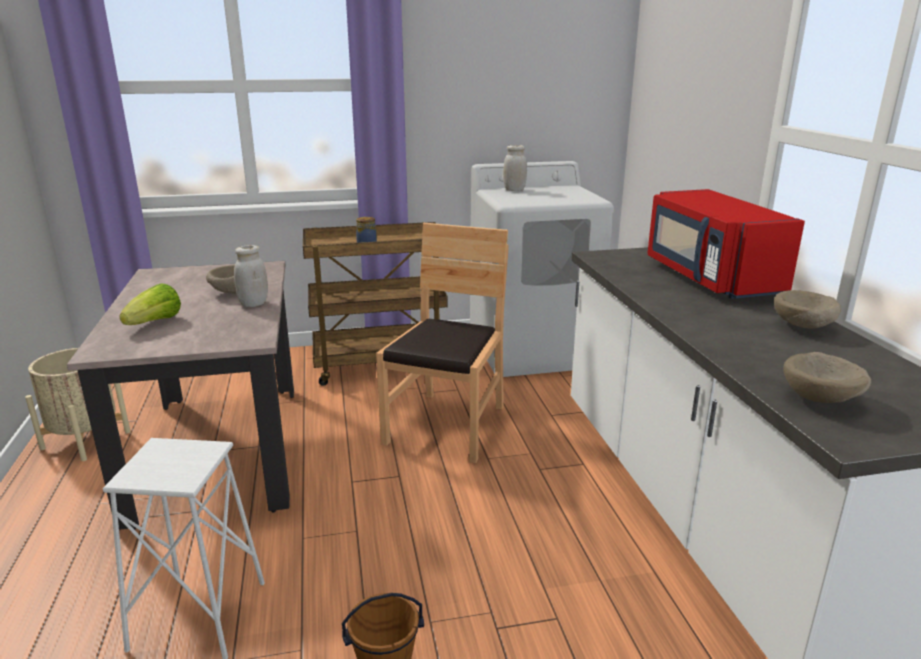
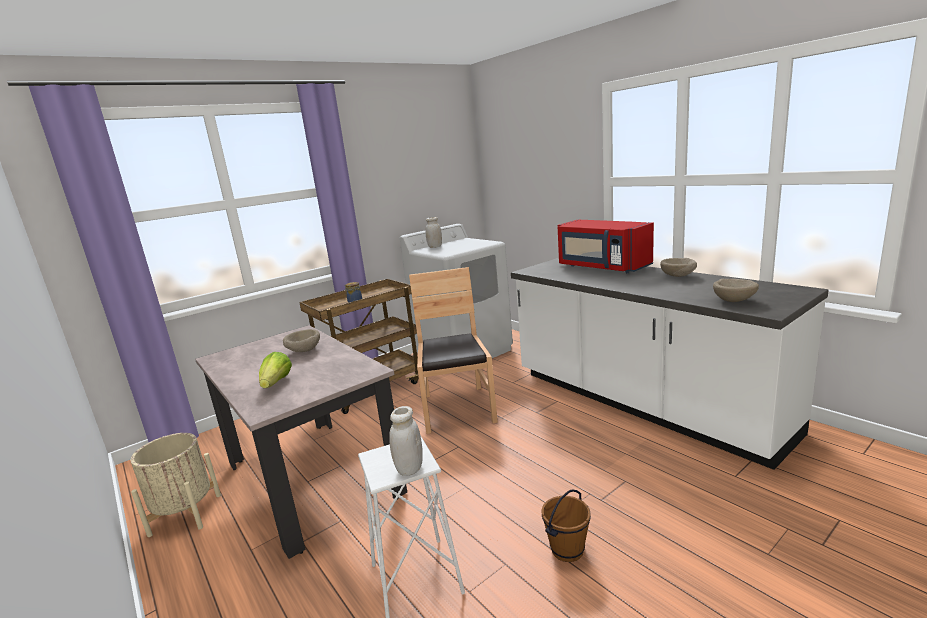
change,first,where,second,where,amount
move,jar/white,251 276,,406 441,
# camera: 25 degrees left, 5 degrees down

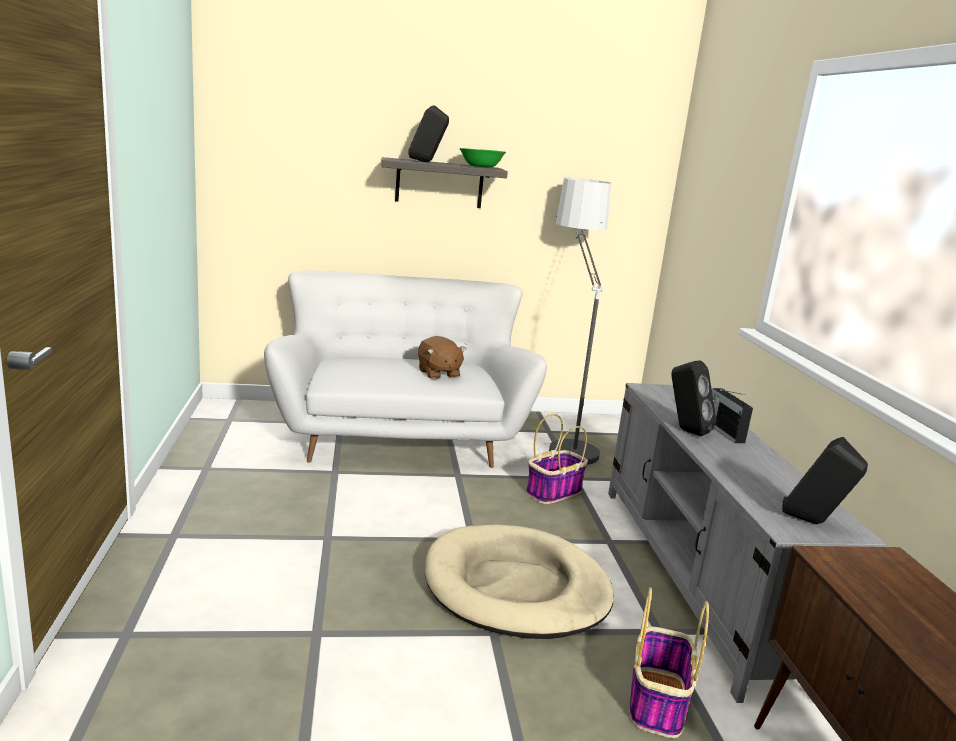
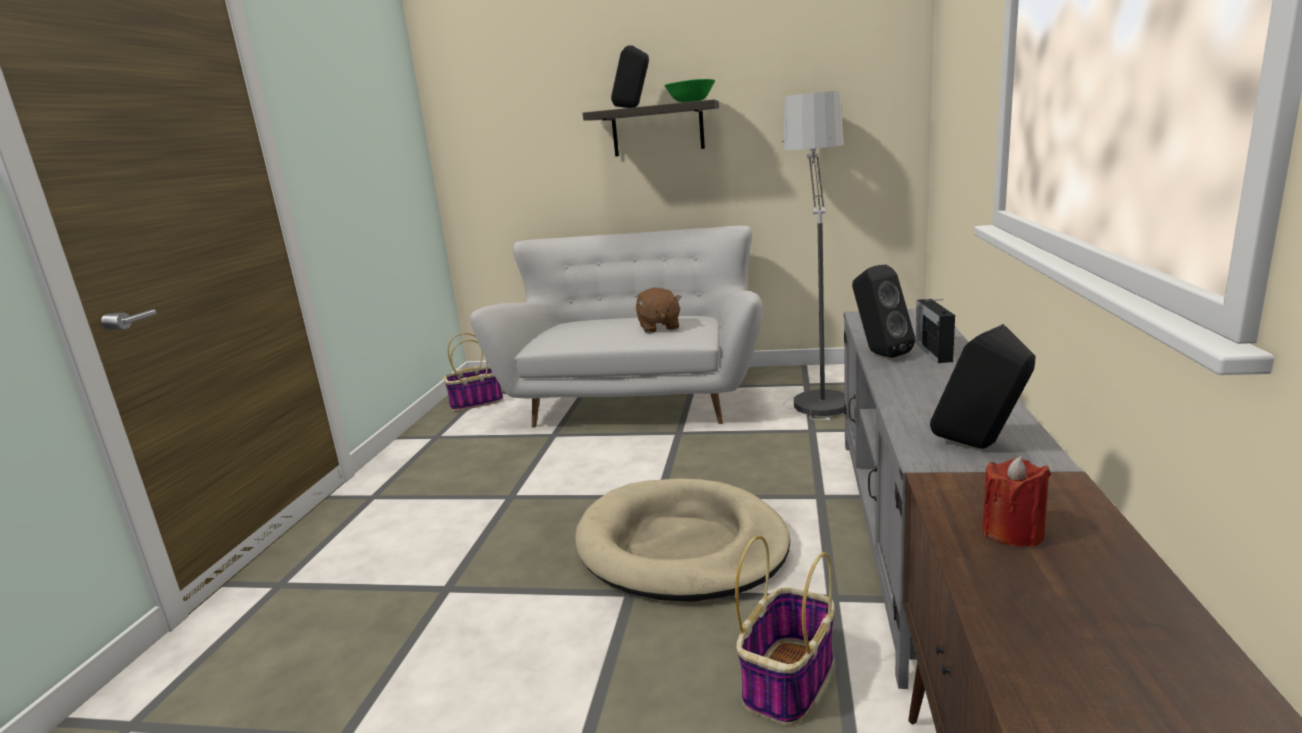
change,first,where,second,where,amount
insert,,,candle/red,1016 501,
move,basket,557 459,,473 372,
# camera: 20 degrees right, 0 degrees up

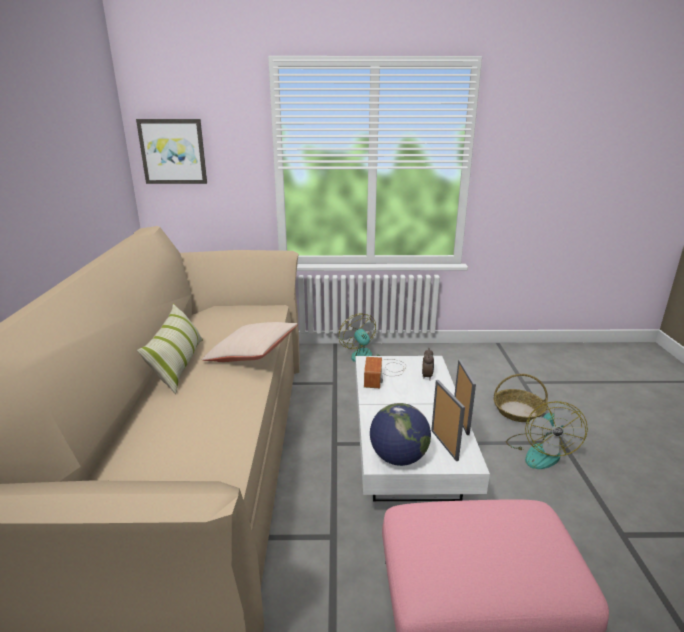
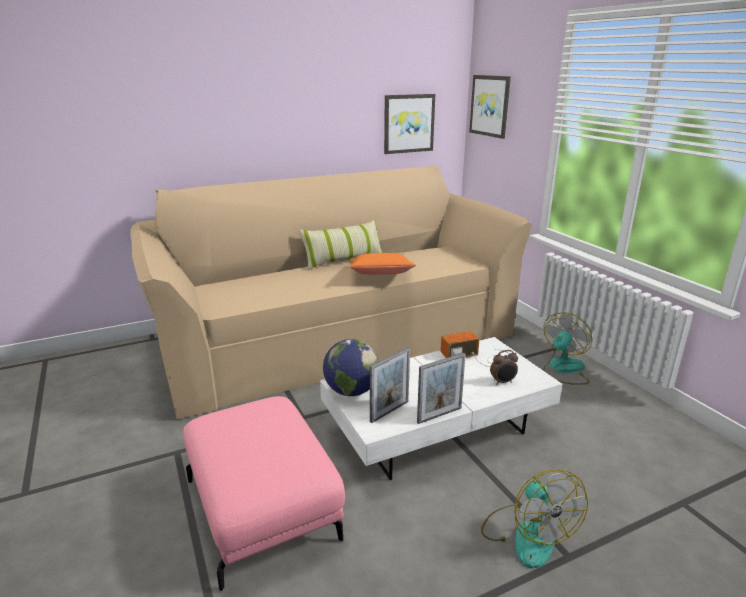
change,first,where,second,where,amount
delete,basket,520 398,,,
insert,,,picture,409 124,
recolor,pillow/beige,250 342,pillow/orange,383 264,
rotate,fan,547 435,,534 519,90 degrees counterclockwise
# camera: 65 degrees right, 0 degrees up

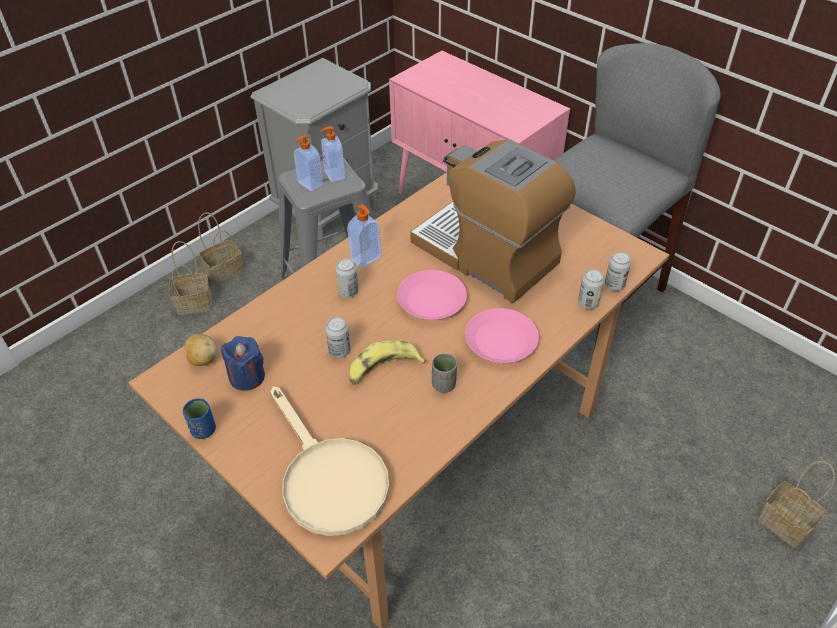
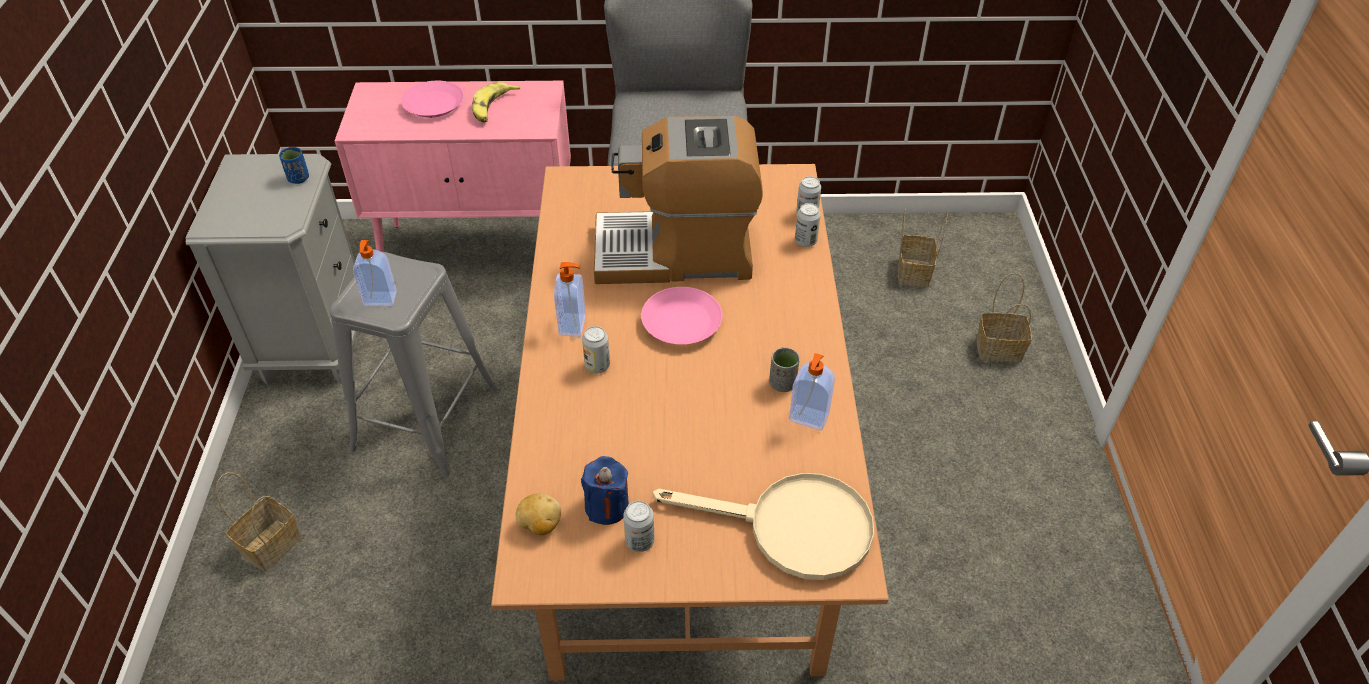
change,first,where,second,where,amount
move,cup/blue,199 418,,294 165,
move,basket,221 249,,922 248,
move,soap dispenser,333 154,,812 391,
move,can,337 337,,638 526,
move,banana,387 362,,496 102,
move,plate/pink,502 335,,432 99,
# camera: 45 degrees left, 0 degrees up

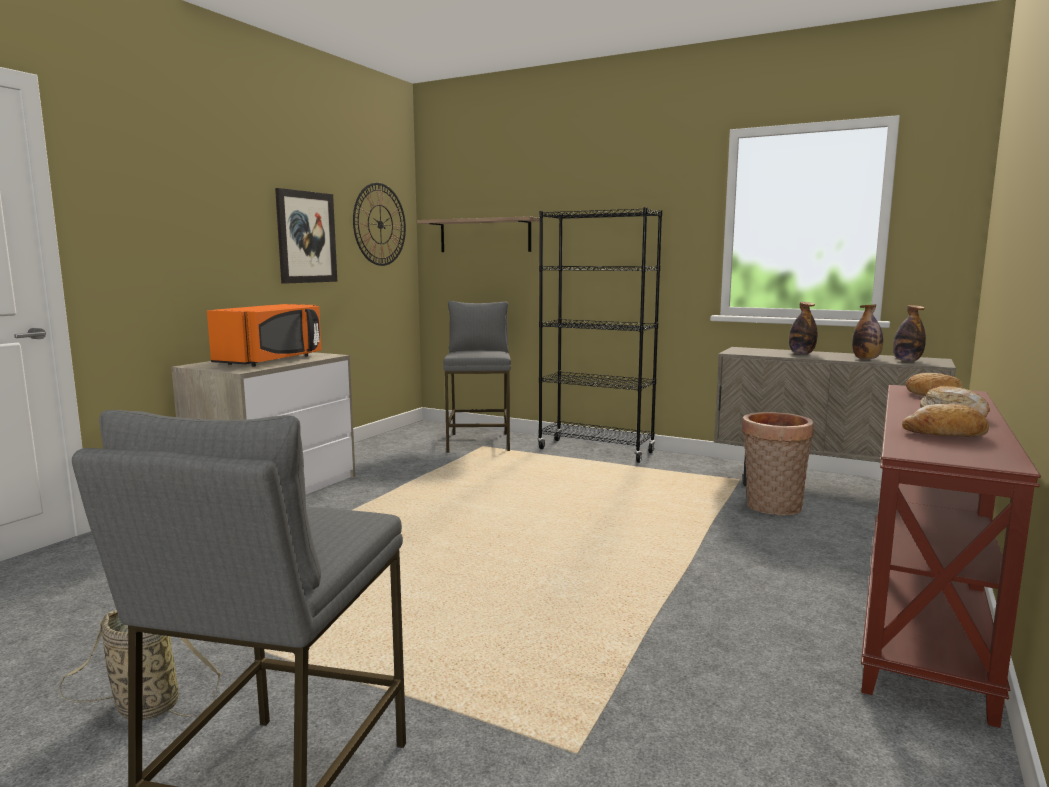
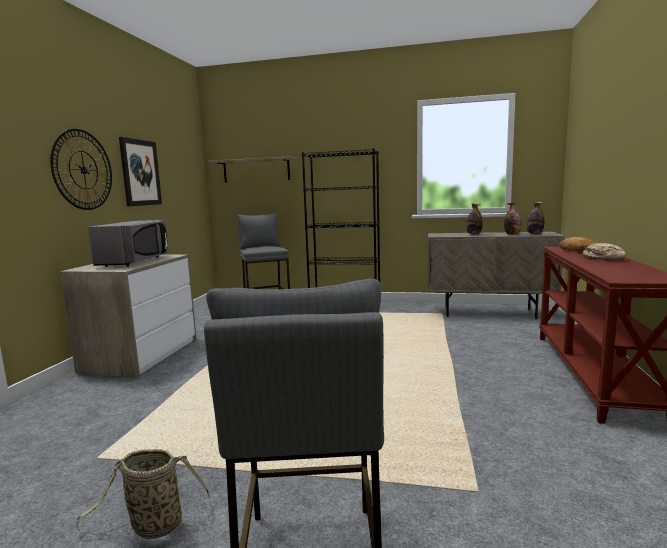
change,first,where,second,where,amount
delete,basket,778 464,,,
delete,bread,945 420,,,
move,wall clock,379 224,,81 169,
recolor,microwave/orange,264 335,microwave/grey,128 243,
# camera: 15 degrees left, 0 degrees up

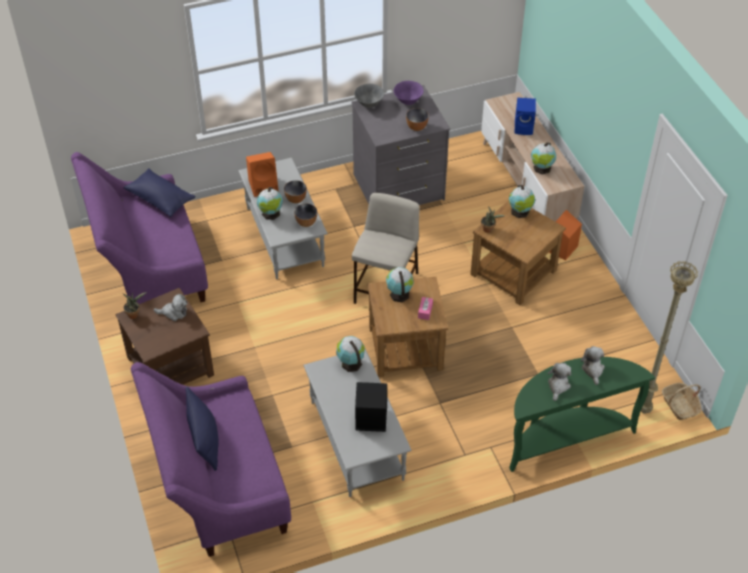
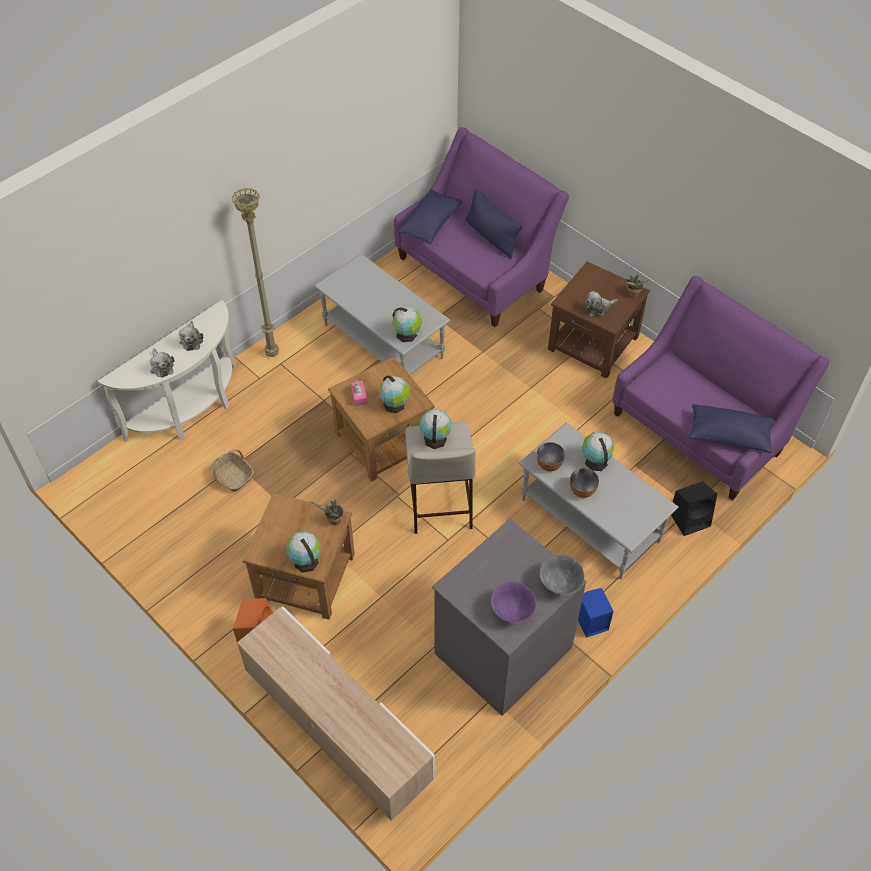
change,first,where,second,where,amount
delete,speaker/orange,262 174,,,
delete,bowl,417 119,,,
insert,,,pillow/blue,430 216,
move,speaker/black,371 407,,694 508,
move,speaker/blue,525 116,,596 613,
move,globe,543 158,,435 429,
move,floor lamp/beige,669 337,,255 272,
move,basket,682 401,,231 470,
recolor,console table/green,582 414,console table/white,167 371,
# camera: 155 degrees right, 5 degrees up

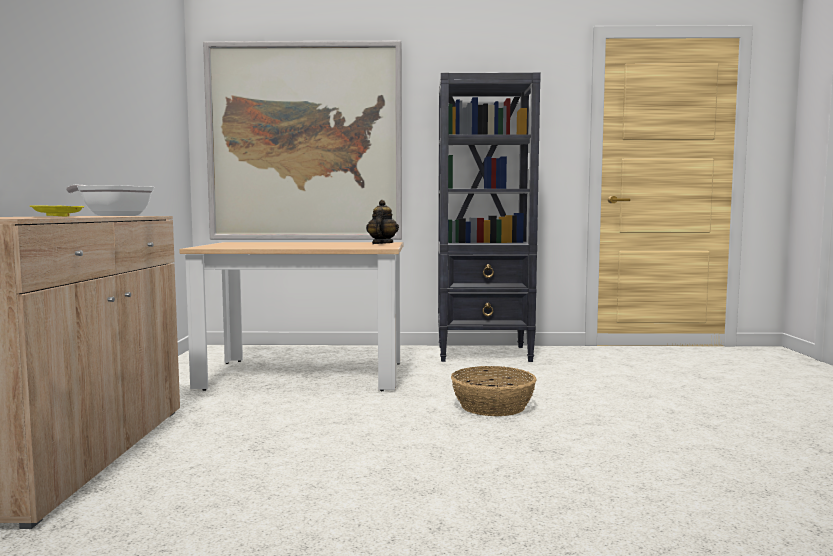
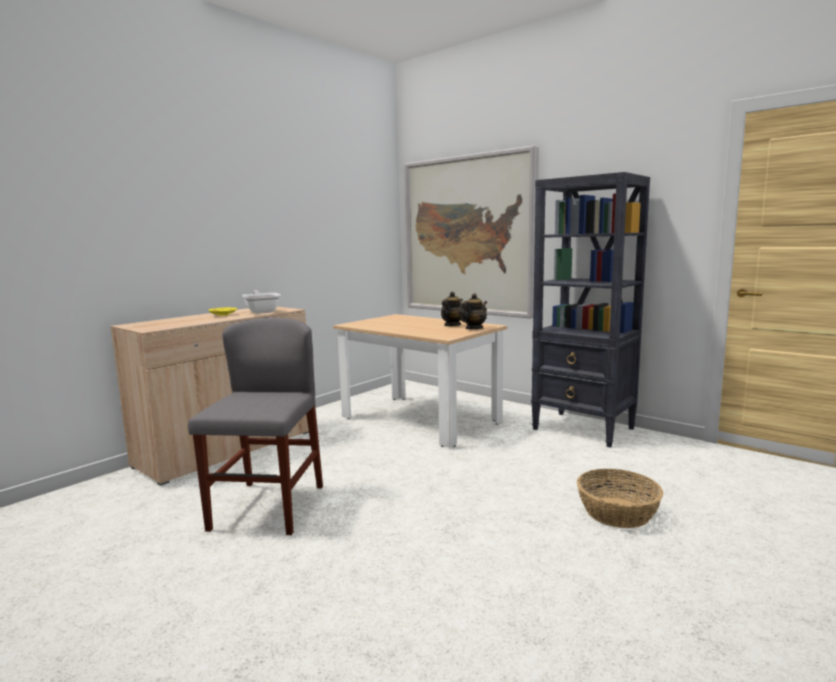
change,first,where,second,where,amount
insert,,,chair/grey,255 426,
insert,,,teapot,452 309,
move,basket,494 391,,620 498,
# camera: 40 degrees right, 5 degrees up

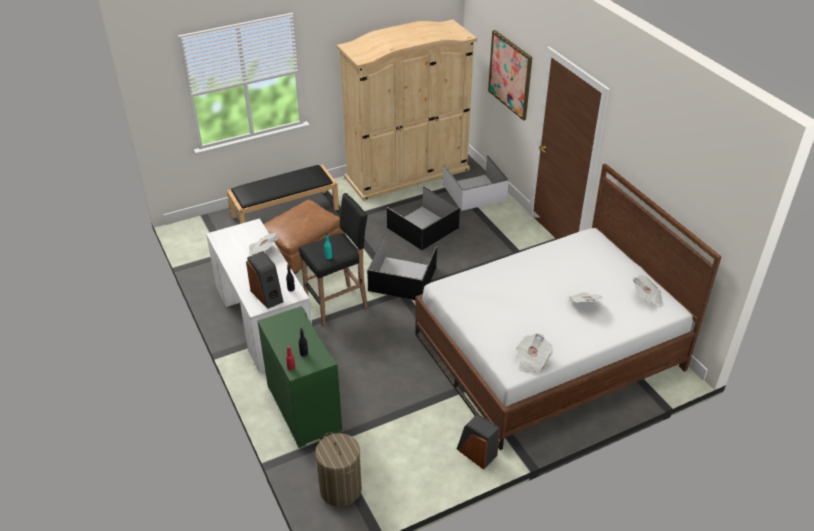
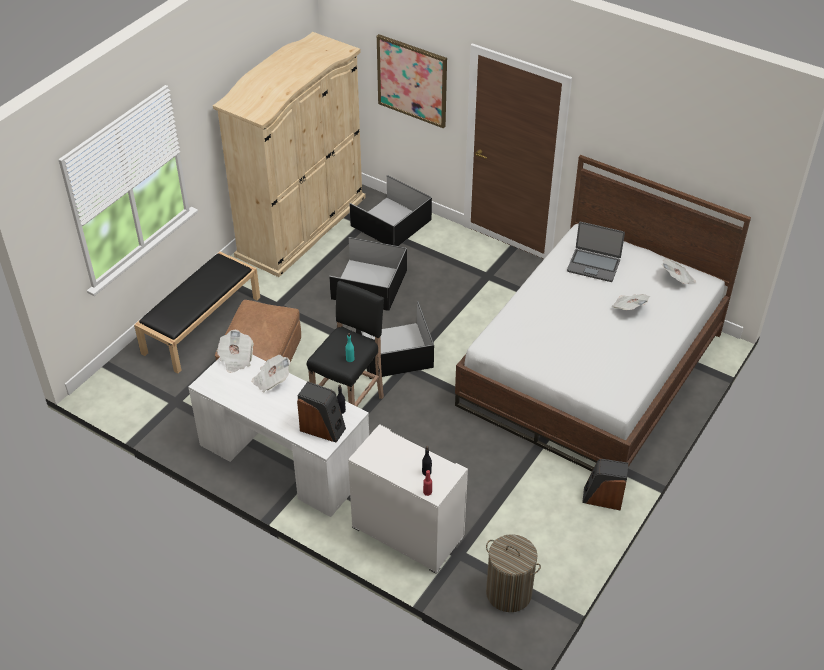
change,first,where,second,where,amount
insert,,,laptop,596 252,
move,newspaper,534 352,,235 351,
recolor,dresser/green,300 377,dresser/white,408 499,
recolor,storage box/white,476 183,storage box/black,390 210,
# camera: 30 degrees left, 5 degrees up

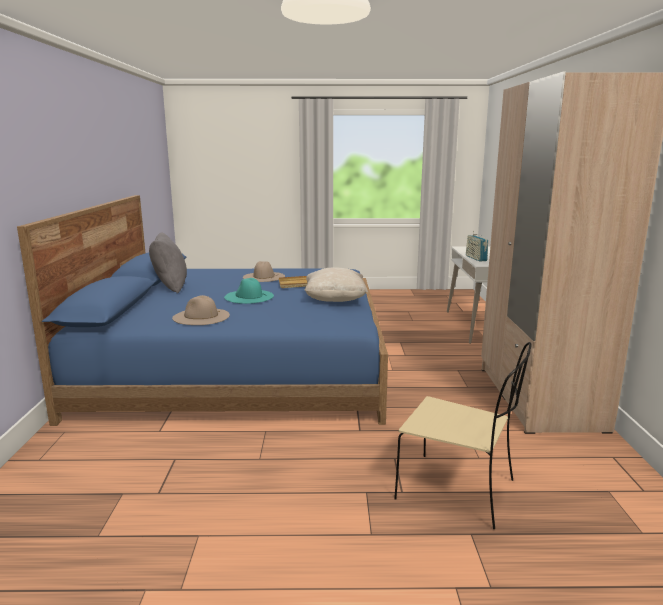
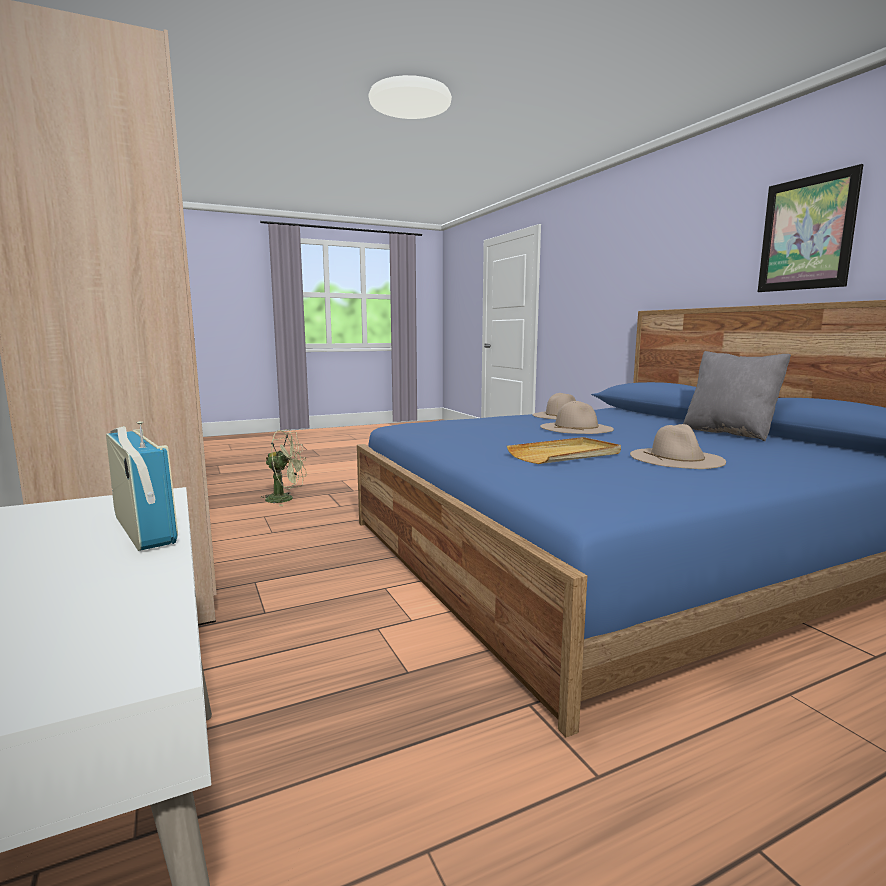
change,first,where,second,where,amount
delete,pillow/beige,336 285,,,
insert,,,picture,810 228,
replace,chair/beige,463 435,fan/green,283 467,
recolor,hat/turquoise,249 291,hat/beige,577 417,
# camera: 155 degrees right, 5 degrees down

